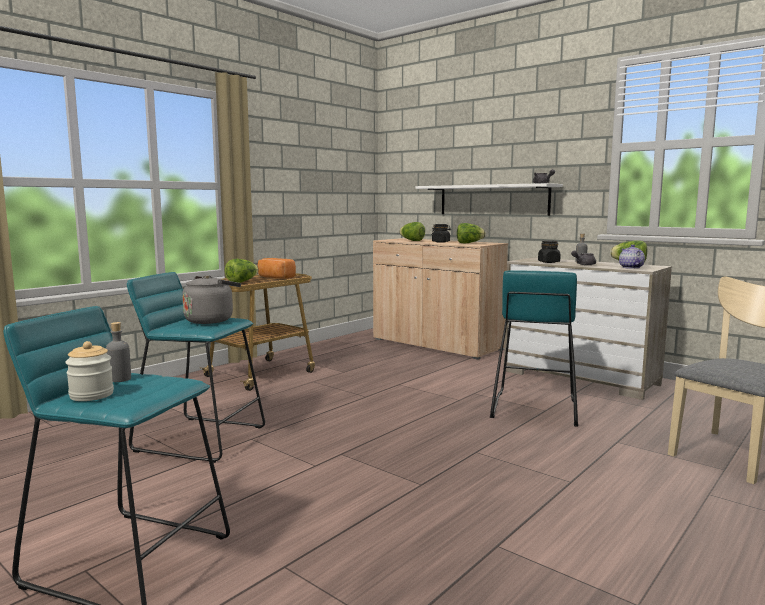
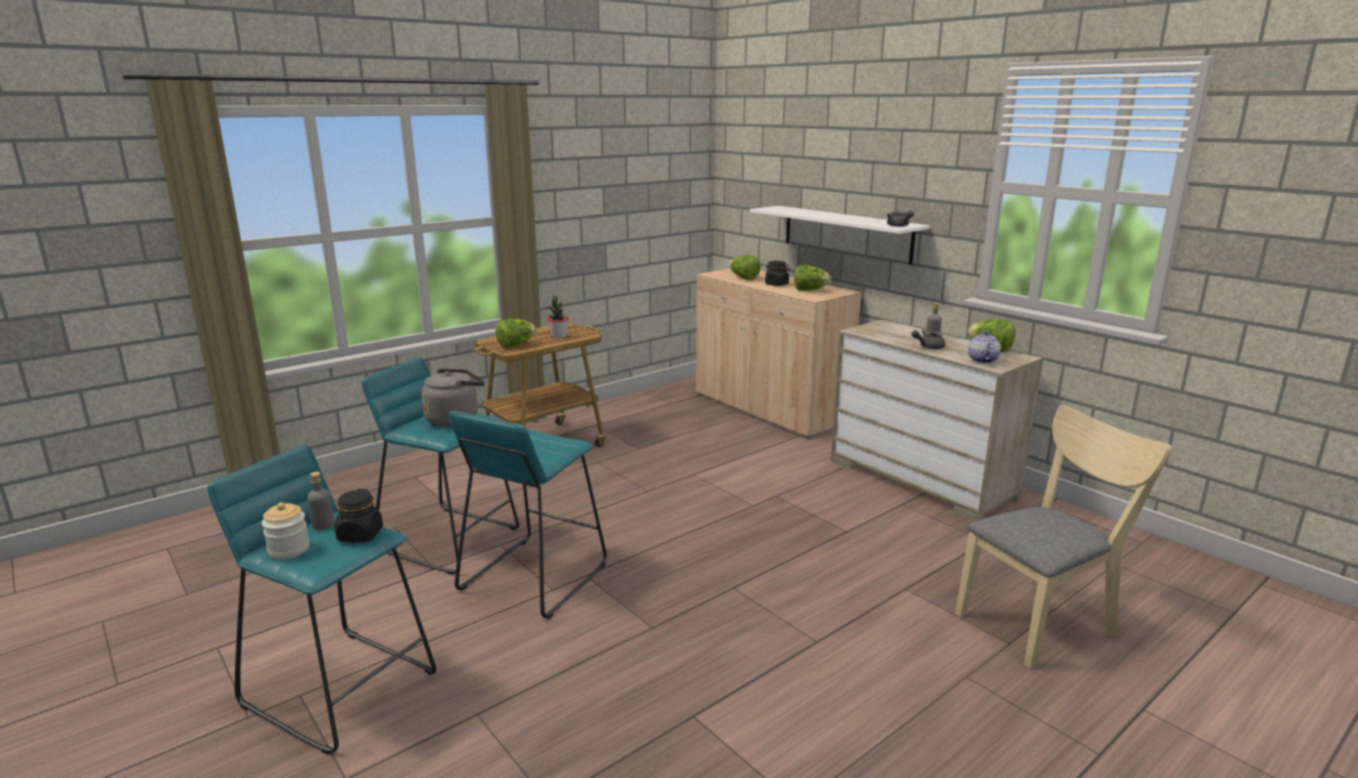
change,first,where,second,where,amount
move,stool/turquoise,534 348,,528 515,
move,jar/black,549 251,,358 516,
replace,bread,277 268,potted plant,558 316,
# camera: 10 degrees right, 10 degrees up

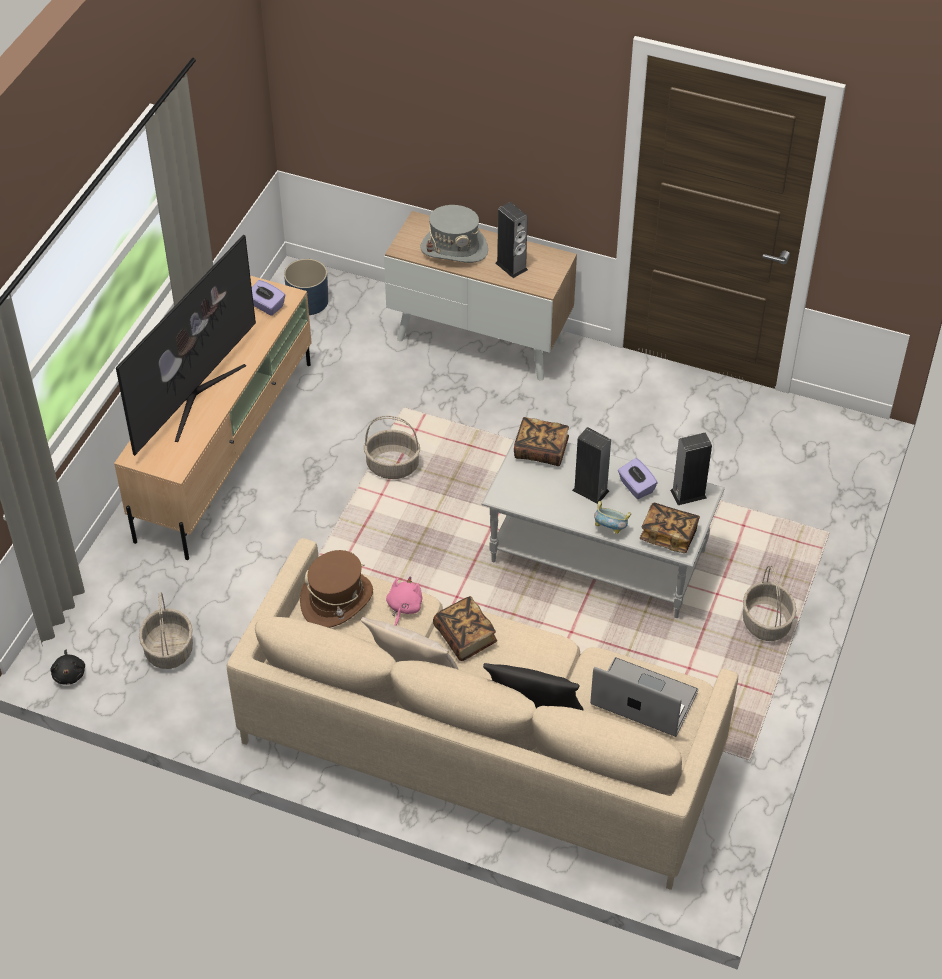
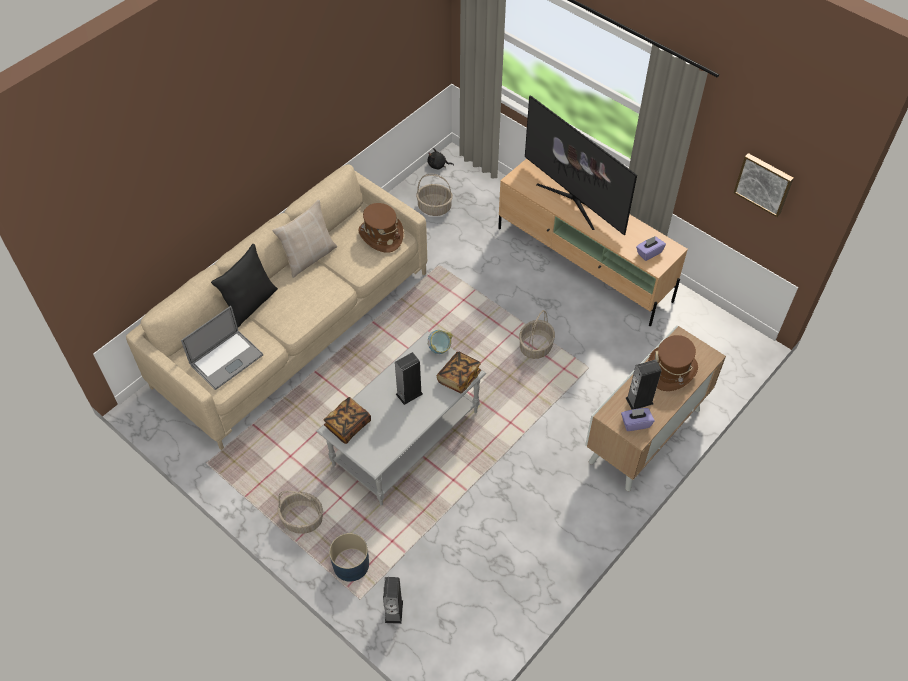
change,first,where,second,where,amount
delete,plush toy/pink,404 601,,,
delete,book,465 628,,,
insert,,,picture,764 185,
move,planter/blue,306 287,,349 557,
move,bowl,612 517,,440 342,
move,tissue box/purple,638 478,,637 419,
move,speaker,691 469,,393 600,
recolor,hat/grey,454 234,hat/brown,673 363,
# camera: 110 degrees right, 5 degrees up

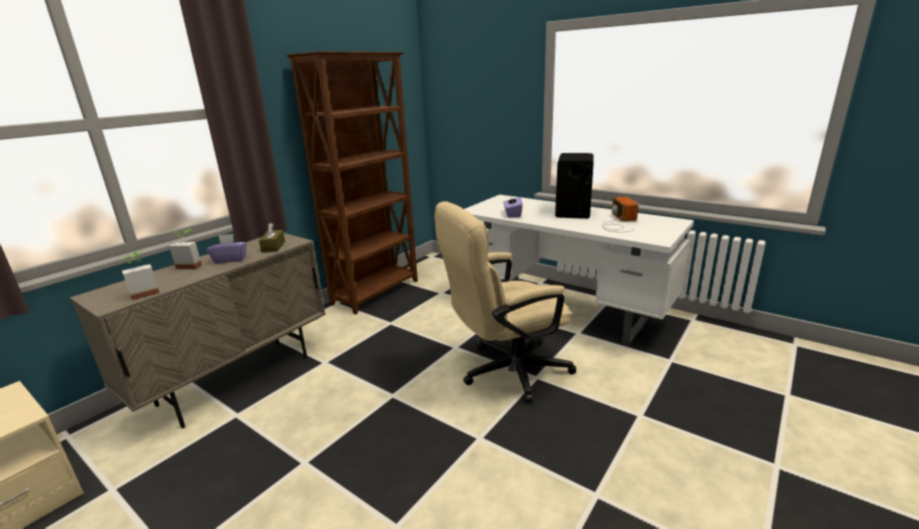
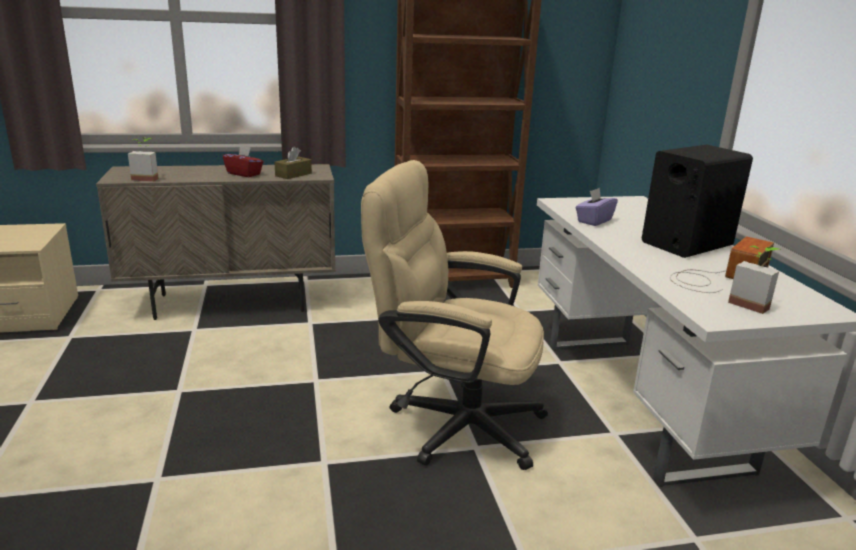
change,first,where,second,where,amount
move,potted plant,185 249,,754 280,
recolor,tissue box/purple,227 248,tissue box/red,243 161,
# camera: 40 degrees right, 0 degrees up

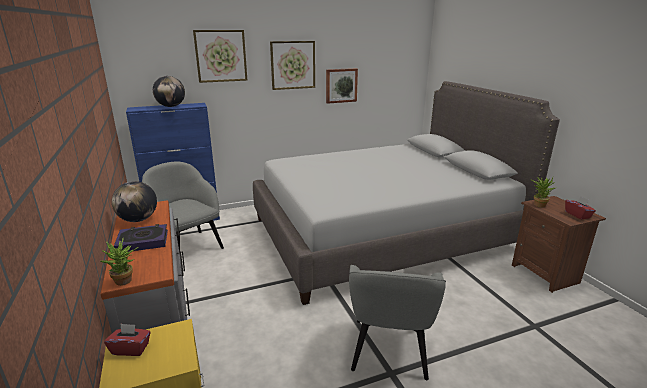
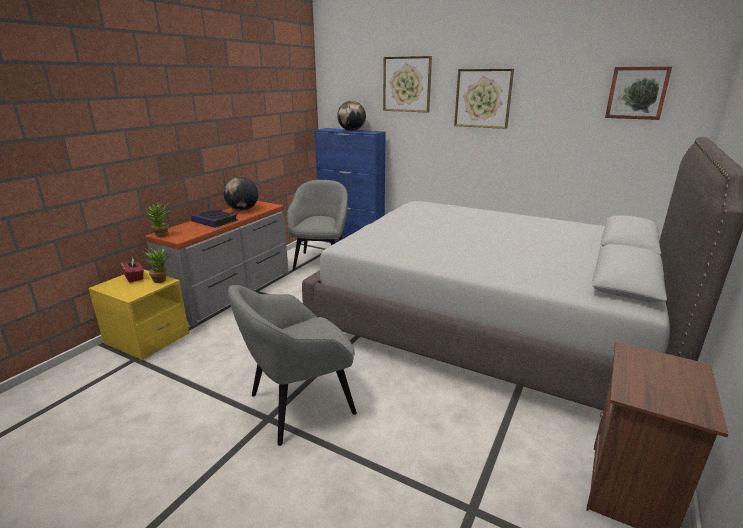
change,first,where,second,where,amount
delete,tissue box/red,580 208,,,
move,picture,342 86,,638 93,
move,potted plant,543 192,,157 265,
# camera: 50 degrees right, 0 degrees up

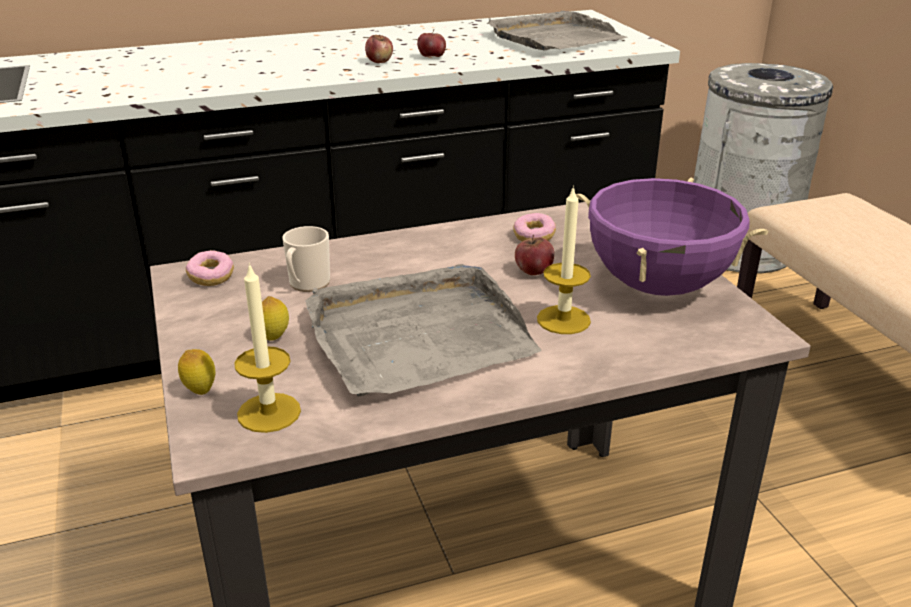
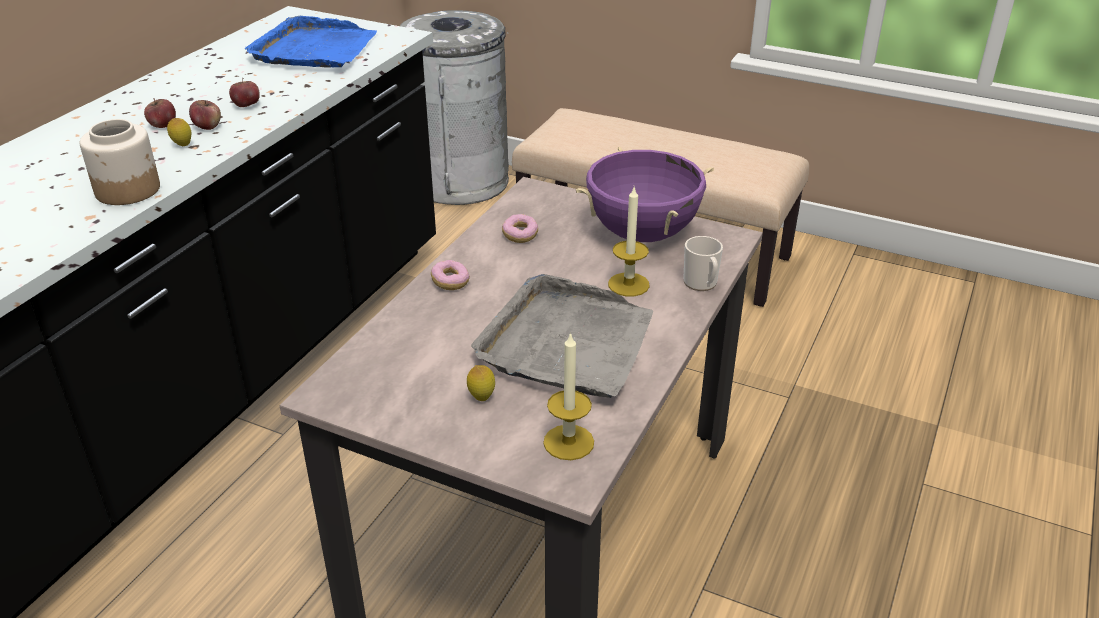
change,first,where,second,where,amount
insert,,,jar,120 162,
move,lemon,197 372,,179 132,
move,donut,210 268,,450 275,
move,mug,306 259,,703 263,
move,apple,534 255,,160 113,
recolor,tray/grey,557 31,tray/blue,311 42,
# camera: 45 degrees left, 5 degrees up

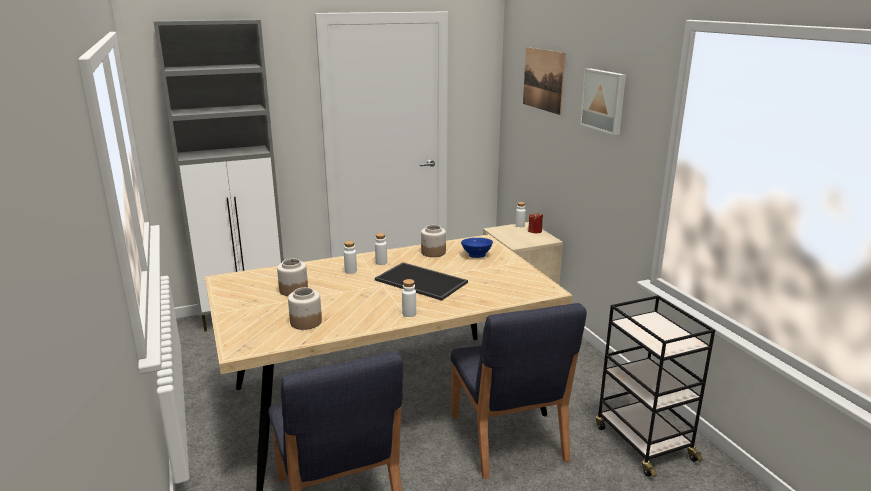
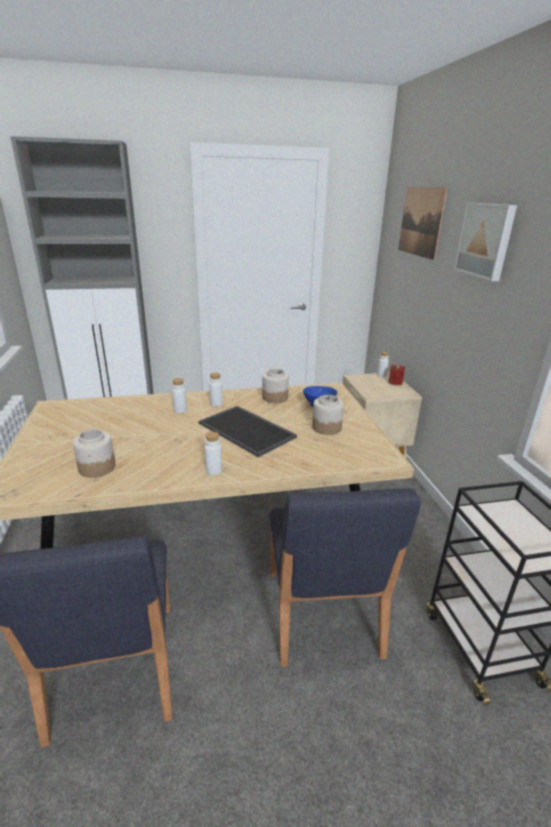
change,first,where,second,where,amount
move,jar,292 277,,328 415,
# camera: 10 degrees right, 5 degrees up

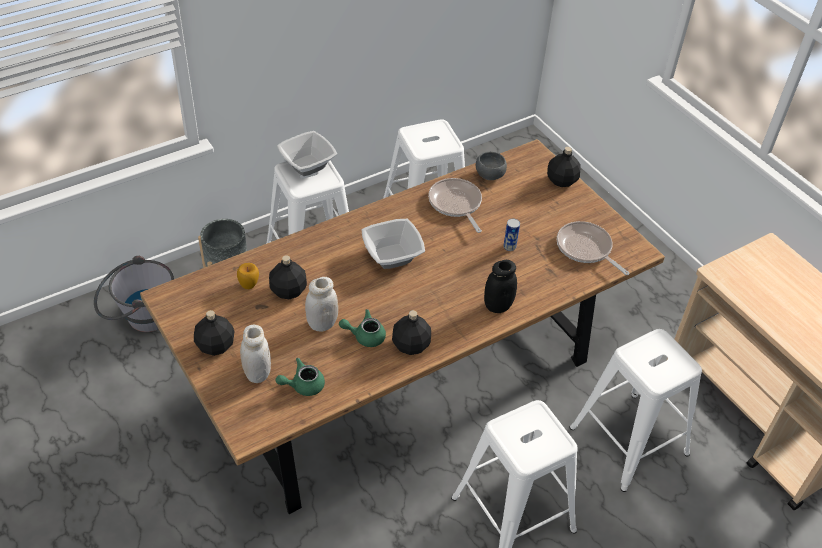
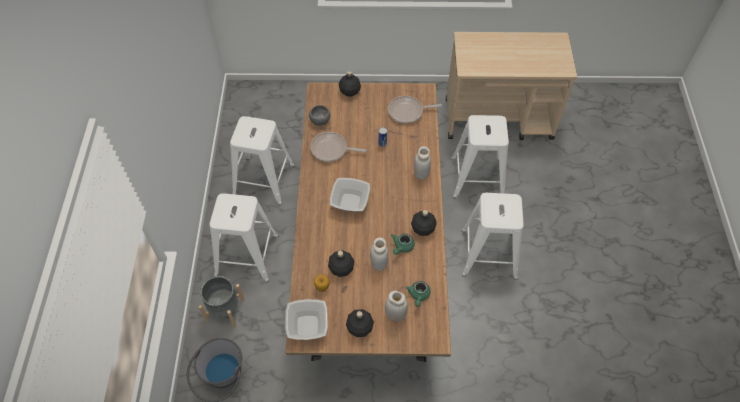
change,first,where,second,where,amount
move,bowl,307 153,,306 319,
recolor,jar/black,500 286,jar/white,422 163,
# camera: 55 degrees left, 10 degrees up

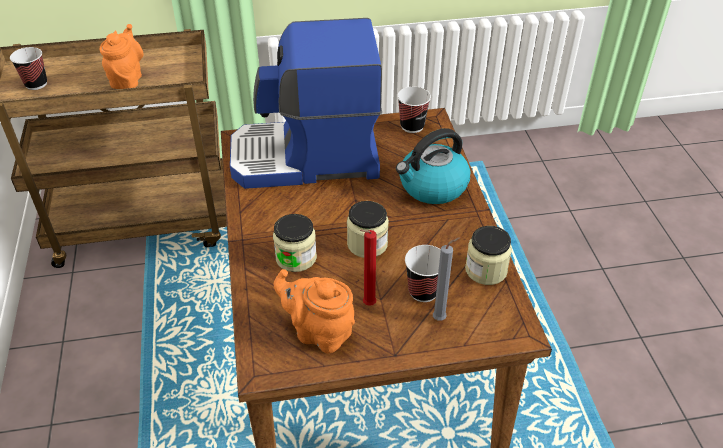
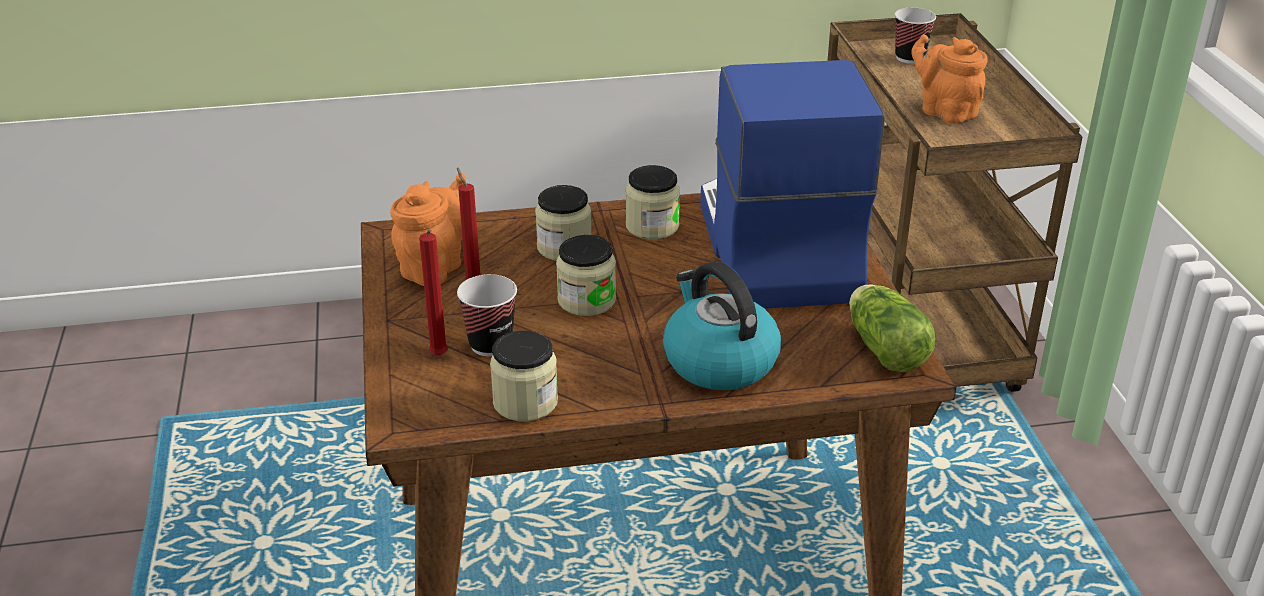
change,first,where,second,where,amount
insert,,,jar,653 202,
replace,cup,414 110,lettuce,892 328,
recolor,candle/grey,446 279,candle/red,433 292,
rotate,teapot/orange,122 56,,949 79,135 degrees counterclockwise
# camera: 90 degrees right, 10 degrees down

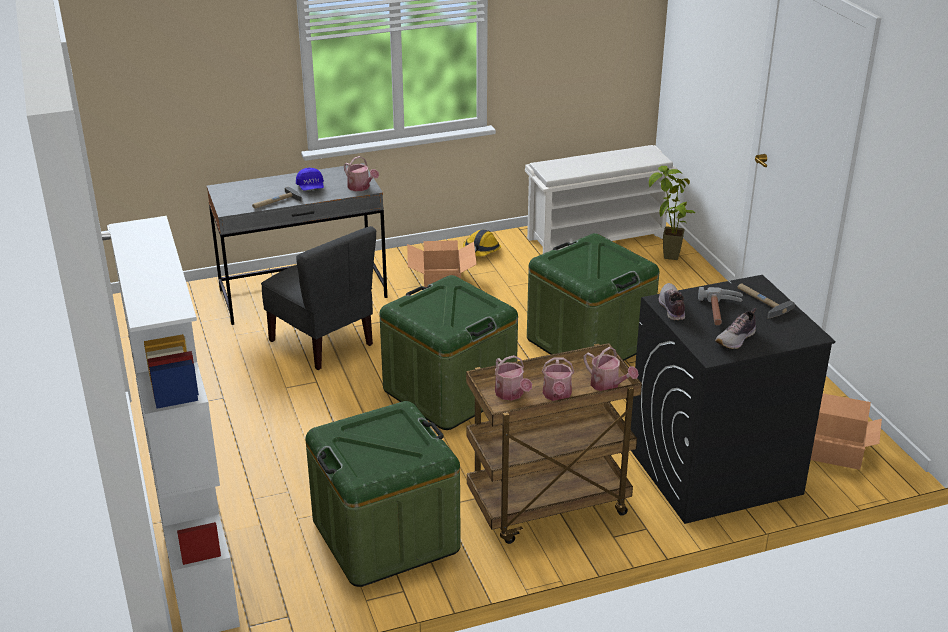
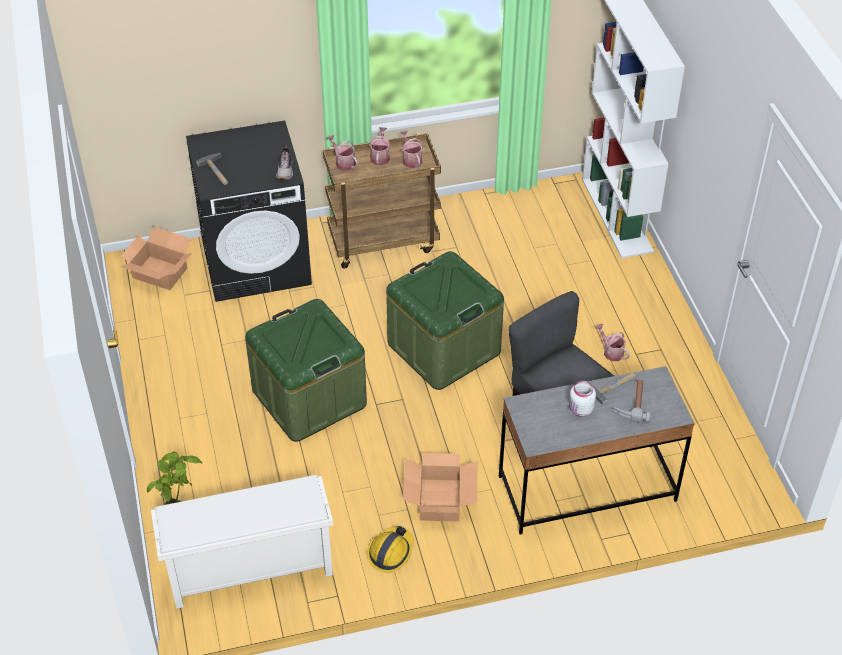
change,first,where,second,where,amount
delete,storage box/green,383 494,,,
delete,shoe,735 328,,,
move,watering can,361 173,,612 342,
move,hammer,720 306,,631 401,
replace,cap/blue,310 179,jar/white,582 399,
# camera: 175 degrees left, 15 degrees up

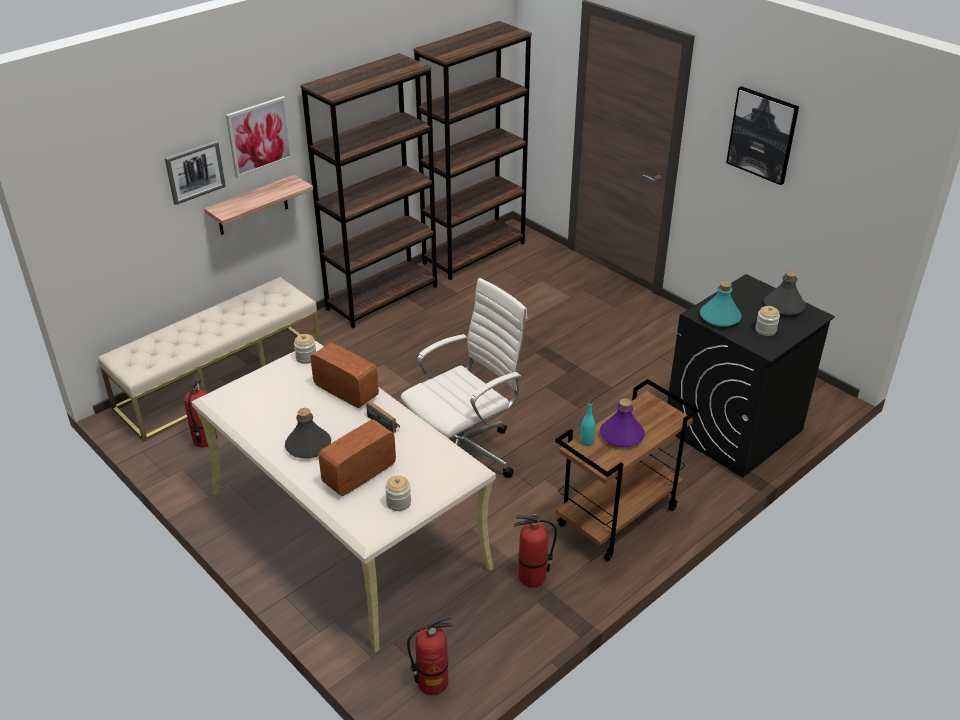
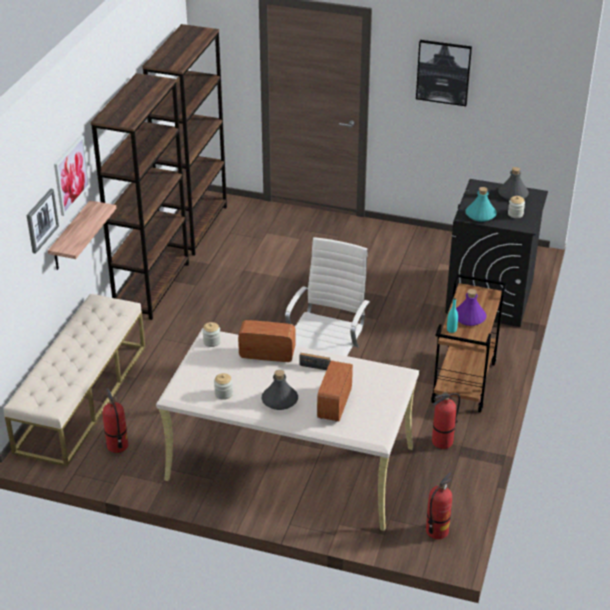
change,first,where,second,where,amount
move,jar,398 493,,223 386,
# camera: 30 degrees left, 0 degrees up

